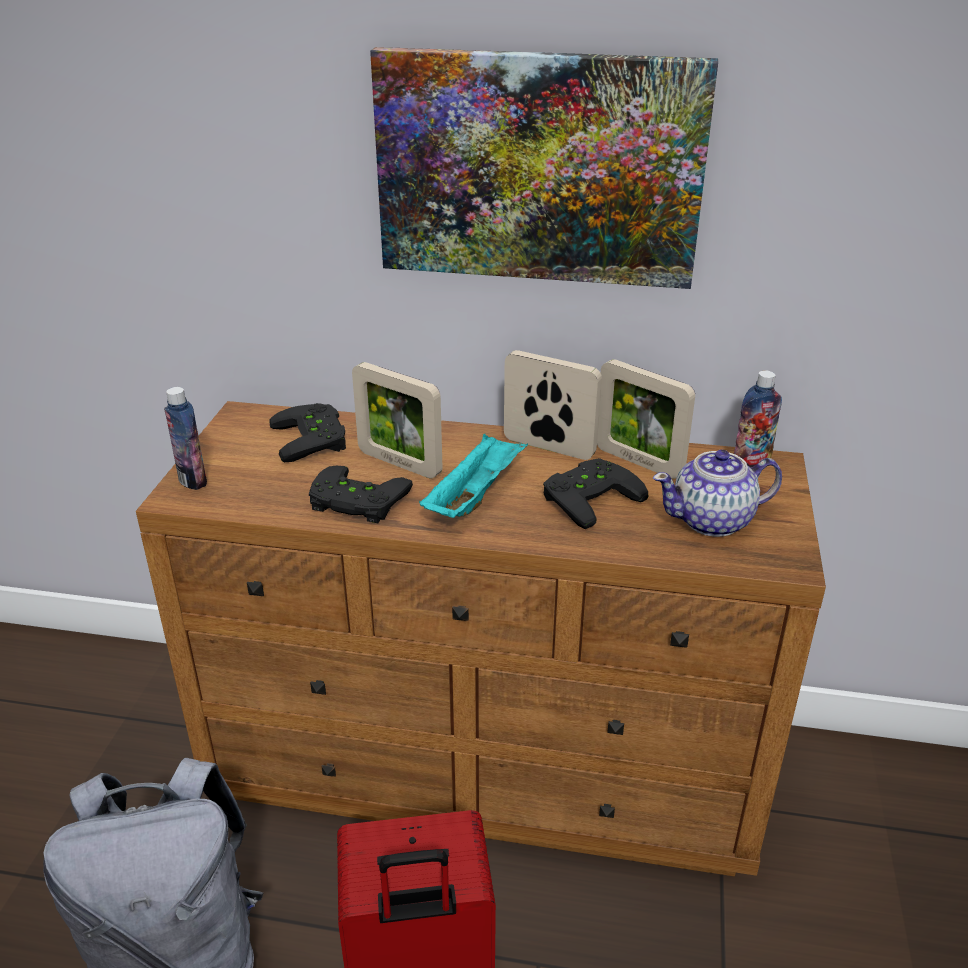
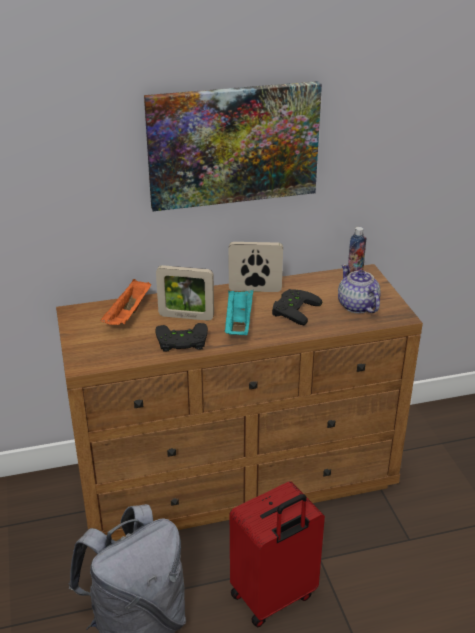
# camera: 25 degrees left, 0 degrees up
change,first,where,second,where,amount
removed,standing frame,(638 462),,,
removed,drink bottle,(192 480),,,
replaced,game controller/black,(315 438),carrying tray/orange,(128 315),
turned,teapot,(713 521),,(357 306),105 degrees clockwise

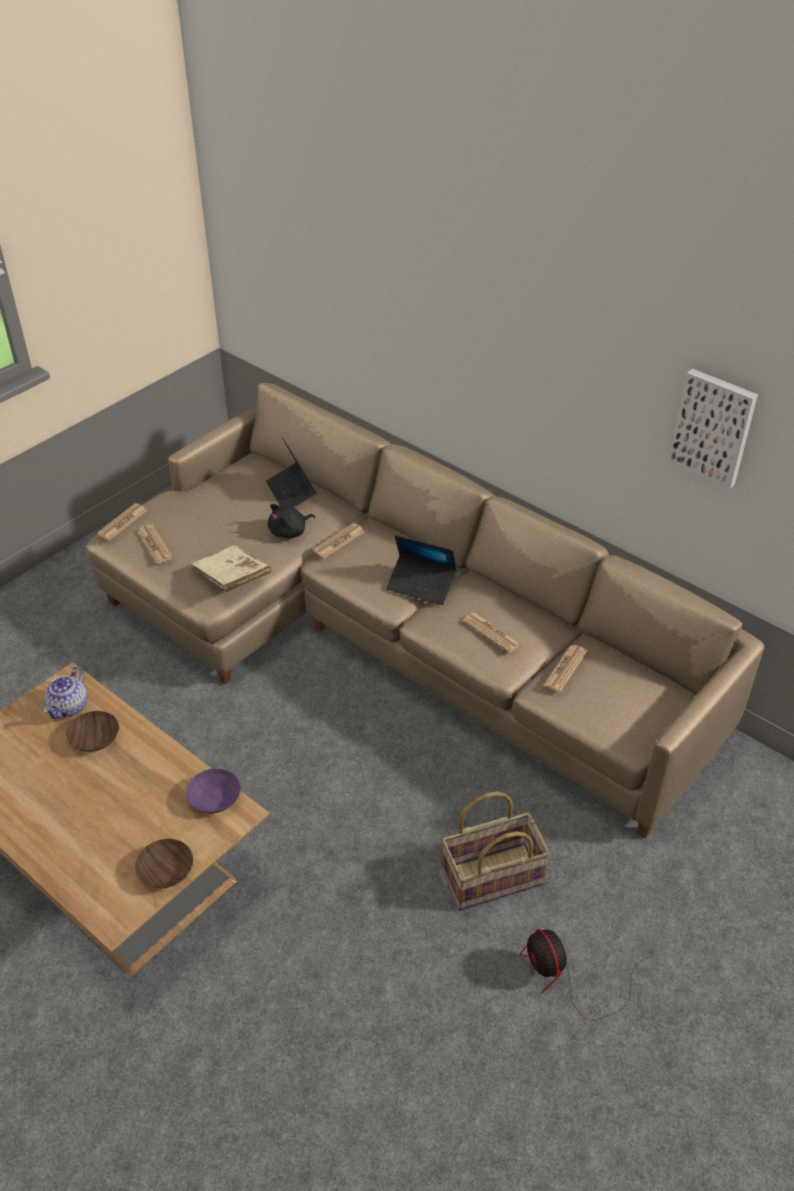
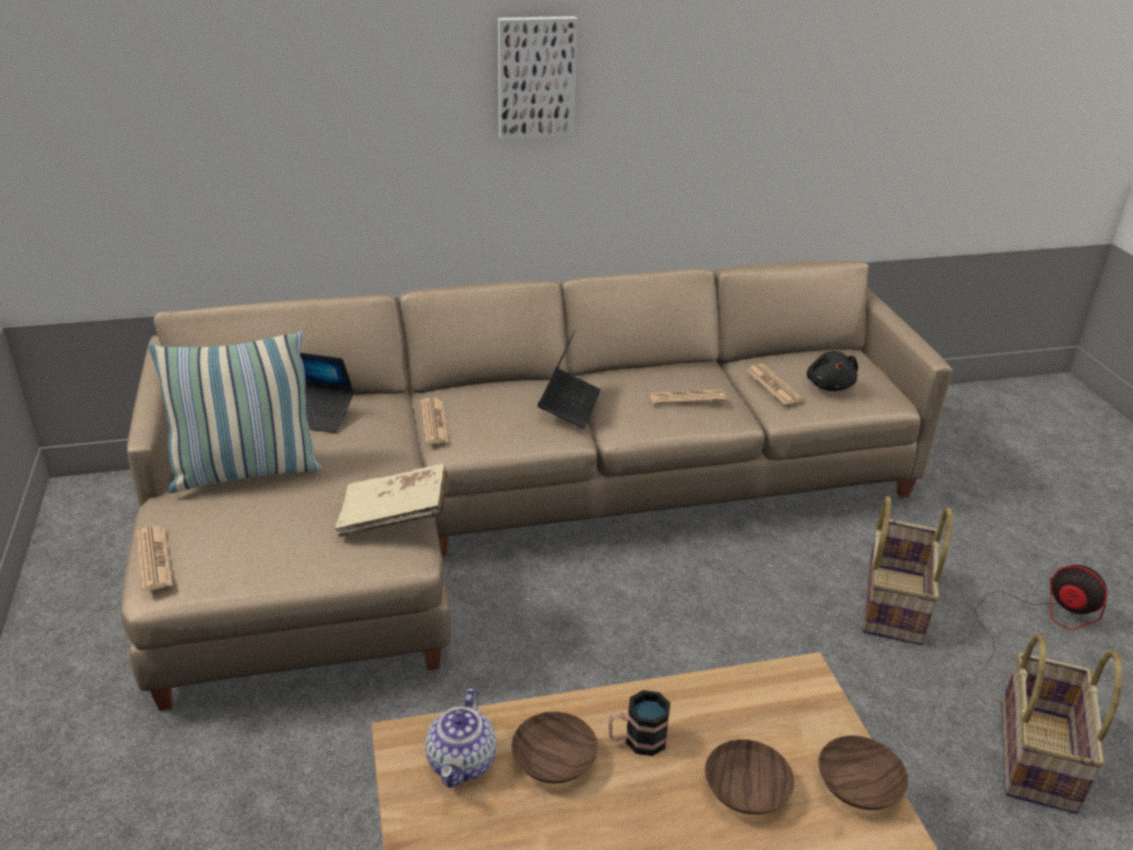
# camera: 55 degrees left, 10 degrees down
change,first,where,second,where,amount
moved,picture,(714 427),,(535 77),
moved,plush toy/black,(290 532),,(829 385),
removed,daily paper,(154 545),,,
turned,notebook computer,(421 585),,(569 405),45 degrees counterclockwise
turned,teapot,(69 707),,(462 763),45 degrees clockwise
removed,deep dish/purple-coloured,(213 797),,,
turned,cooling fan,(567 978),,(1042 617),150 degrees counterclockwise
added,,,cushion,(246 472),
added,,,basket,(1039 757),
added,,,mug,(636 740),
added,,,deep dish/brownish,(746 791),

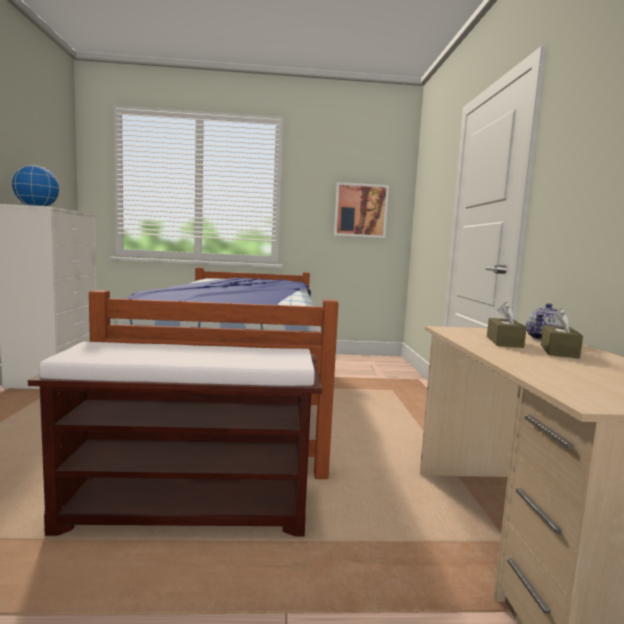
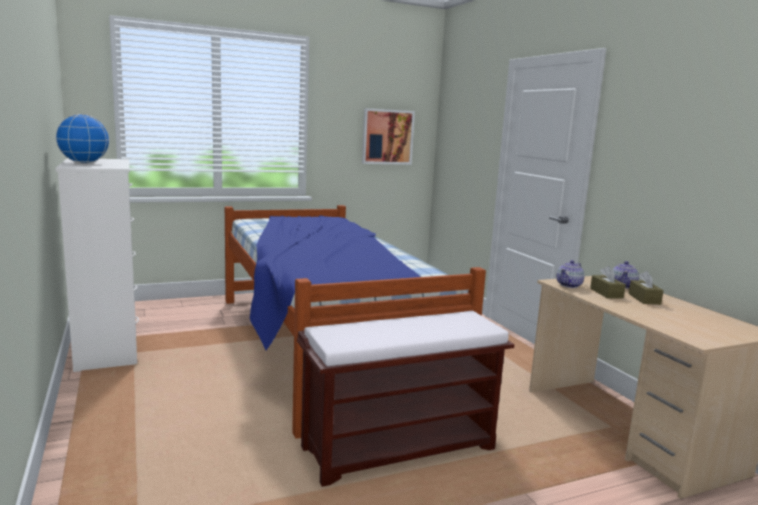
# camera: 20 degrees left, 5 degrees up
change,first,where,second,where,amount
added,,,teapot,(569 285),

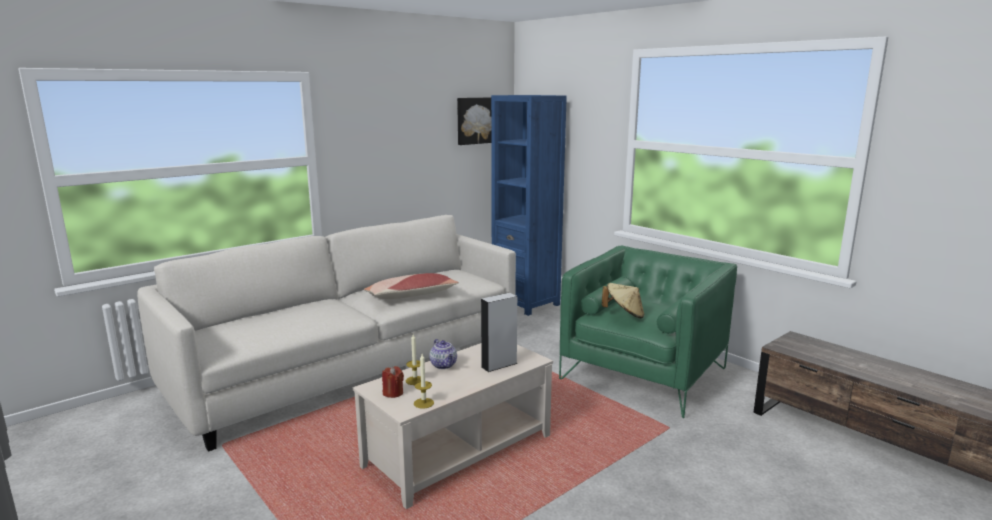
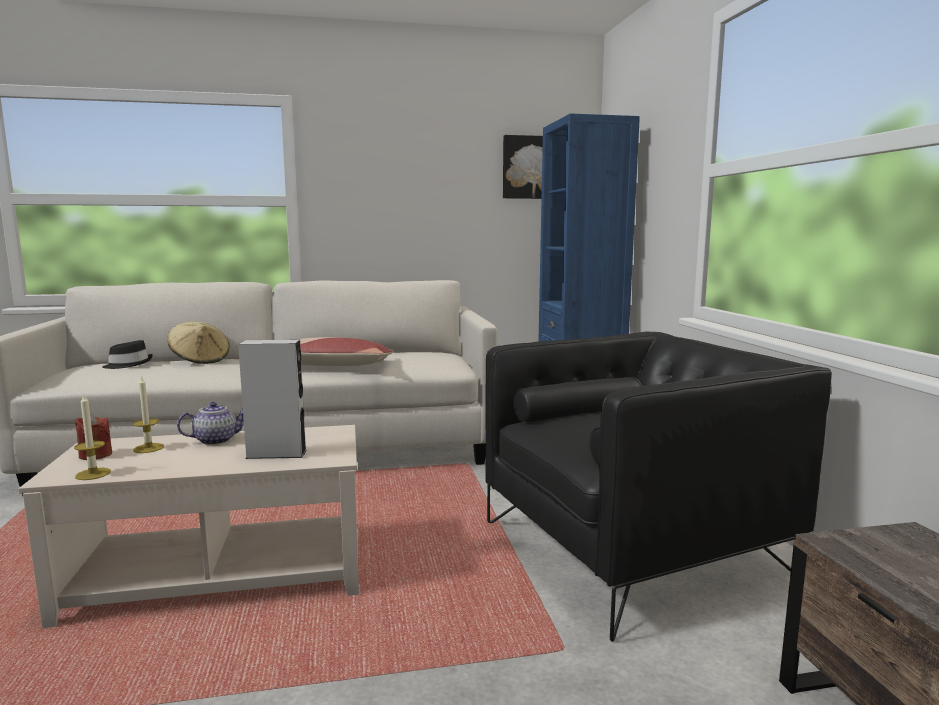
# camera: 30 degrees right, 5 degrees down
change,first,where,second,where,amount
recoloured,armchair/greenish,(644 374),armchair/black,(633 549),
moved,hat/beige,(624 314),,(200 360),
turned,teapot,(444 365),,(216 440),120 degrees counterclockwise
added,,,hat/black,(129 364),

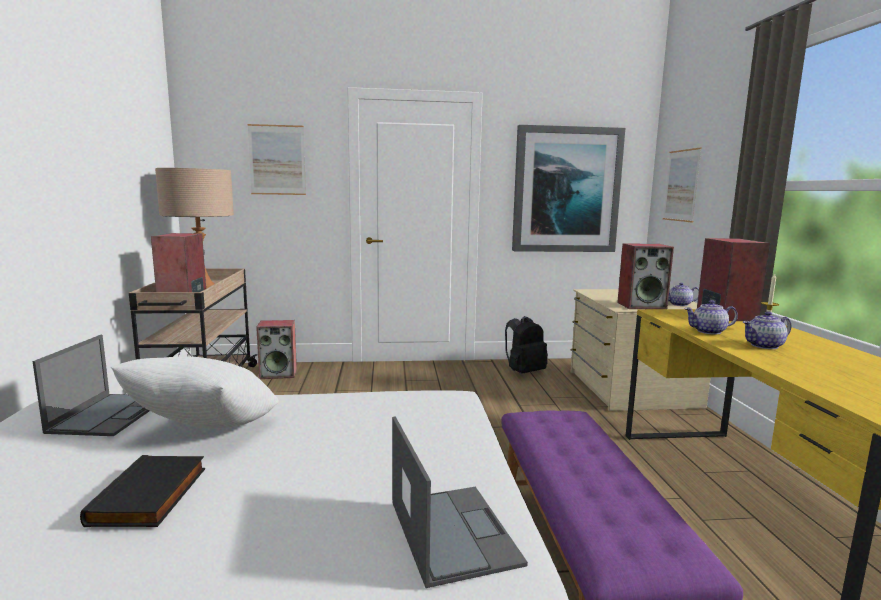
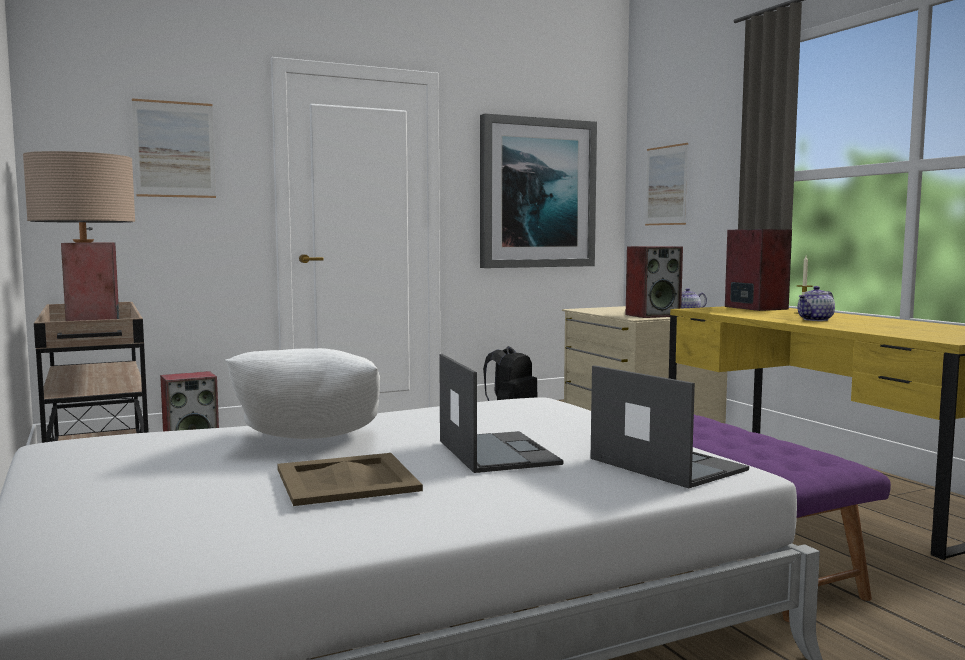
# camera: 20 degrees left, 5 degrees down
change,first,where,second,where,amount
removed,teapot,(708 331),,,
moved,notebook computer,(110 414),,(496 452),
replaced,bound book/black,(151 496),carrying tray/beige,(348 480),

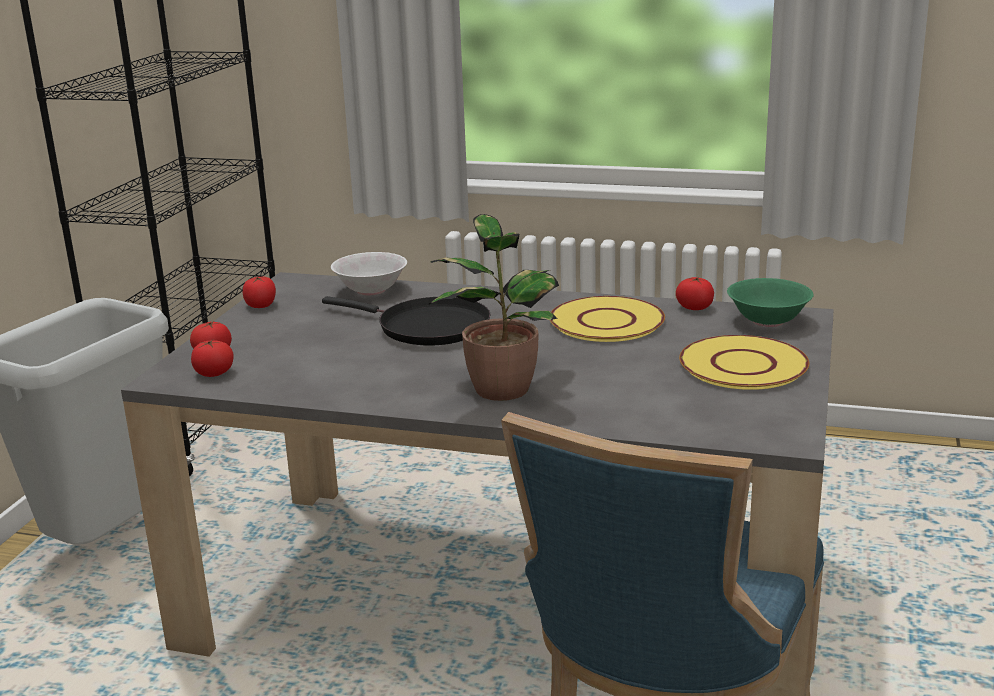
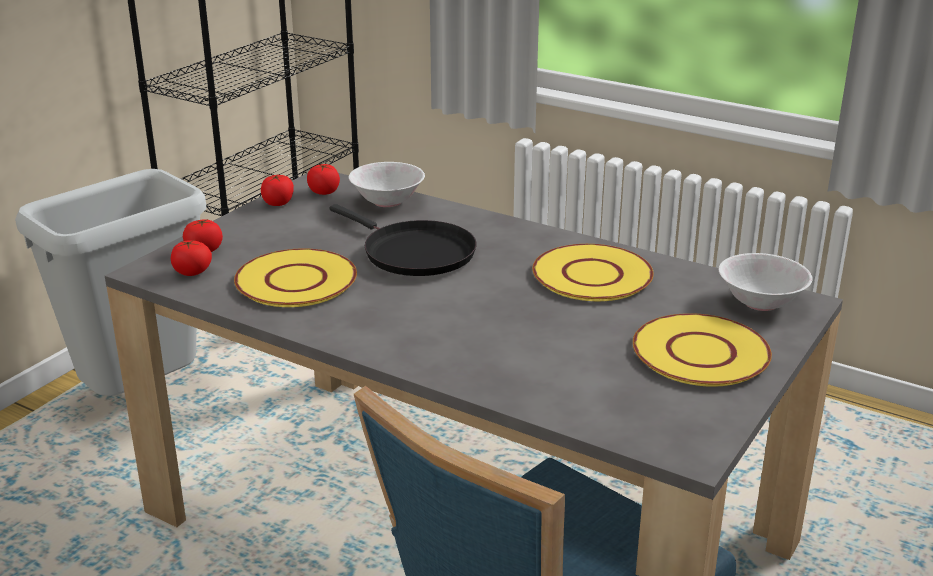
# camera: 15 degrees right, 5 degrees up
change,first,where,second,where,amount
removed,plant in a pot,(500 387),,,
moved,whole tomato,(694 307),,(324 192),
recoloured,deep dish/greenish,(767 321),deep dish/whitish,(760 302),
added,,,dinner plate/yellow-coloured,(295 280),

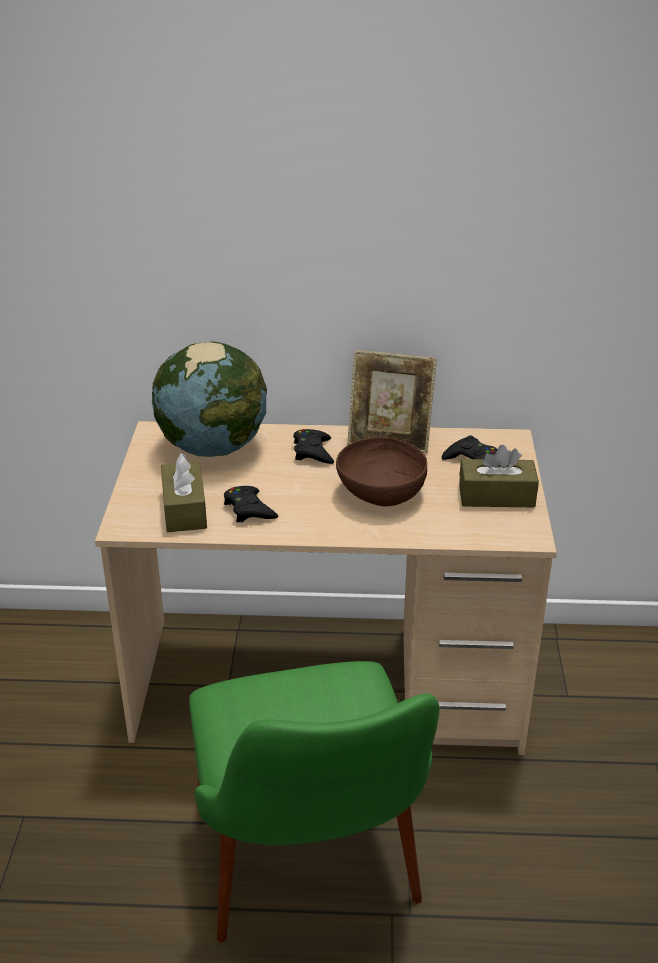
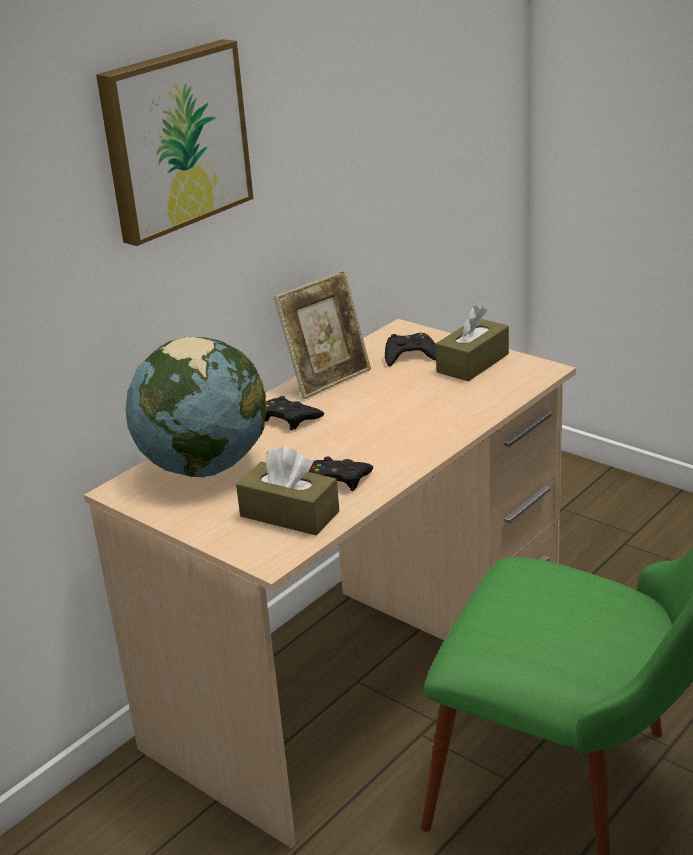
# camera: 50 degrees left, 5 degrees down
change,first,where,second,where,amount
removed,deep dish/brownish,(380 493),,,
added,,,picture,(173 139),

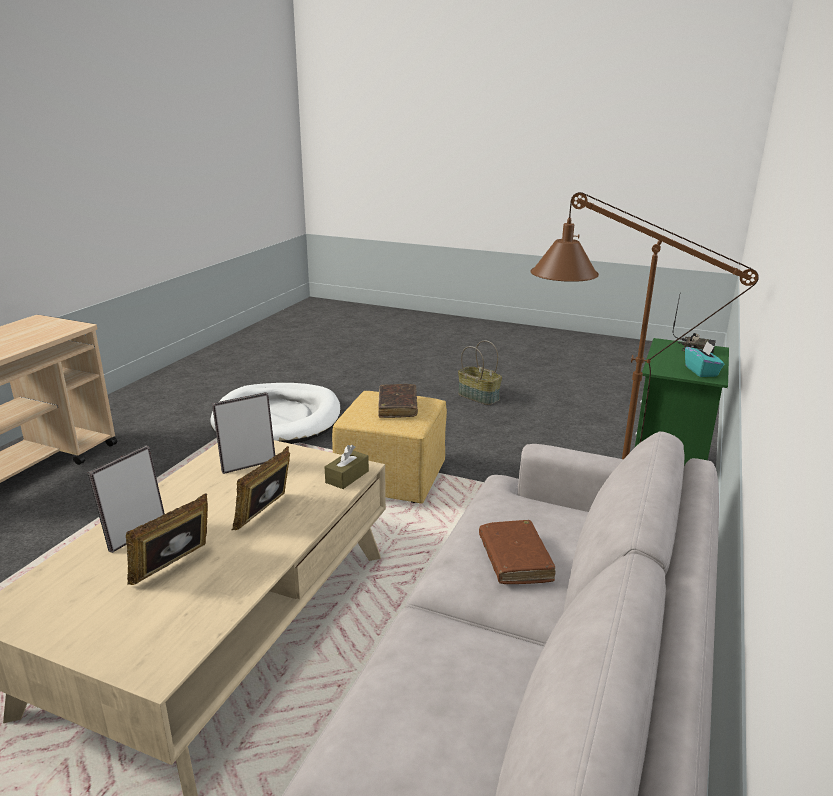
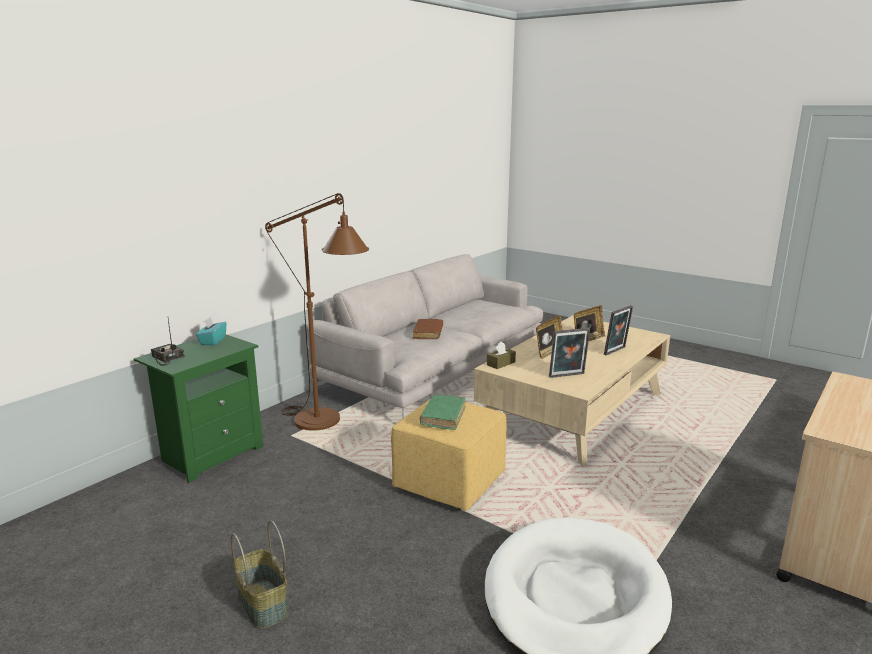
# camera: 165 degrees left, 5 degrees down
change,first,where,second,where,amount
recoloured,bound book/brownish,(397 407),bound book/greenish,(443 417),

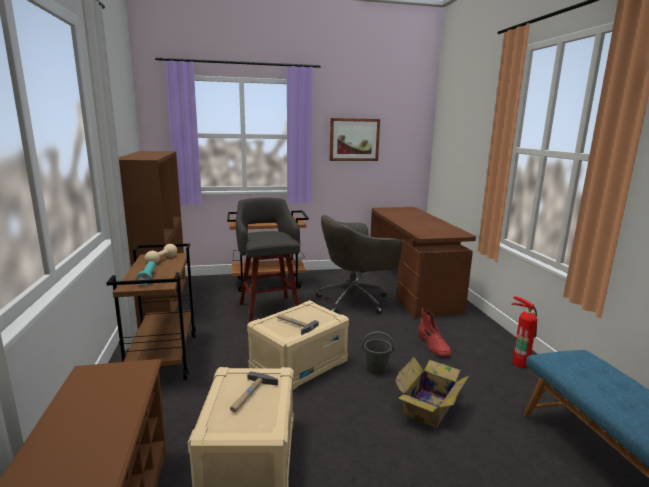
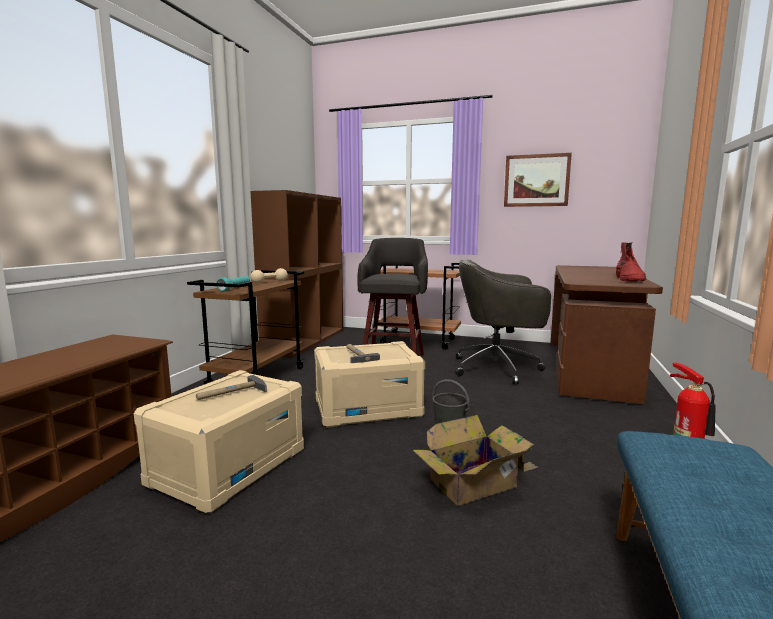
# camera: 30 degrees right, 5 degrees down
change,first,where,second,where,amount
moved,high-top boot/reddish,(433 346),,(629 280),

